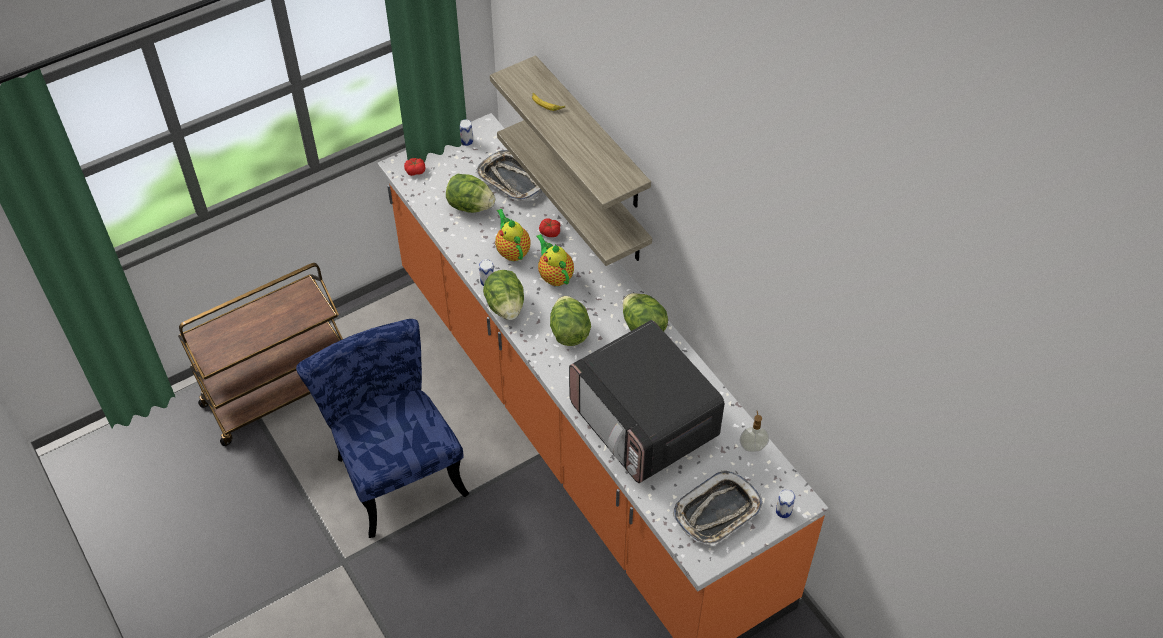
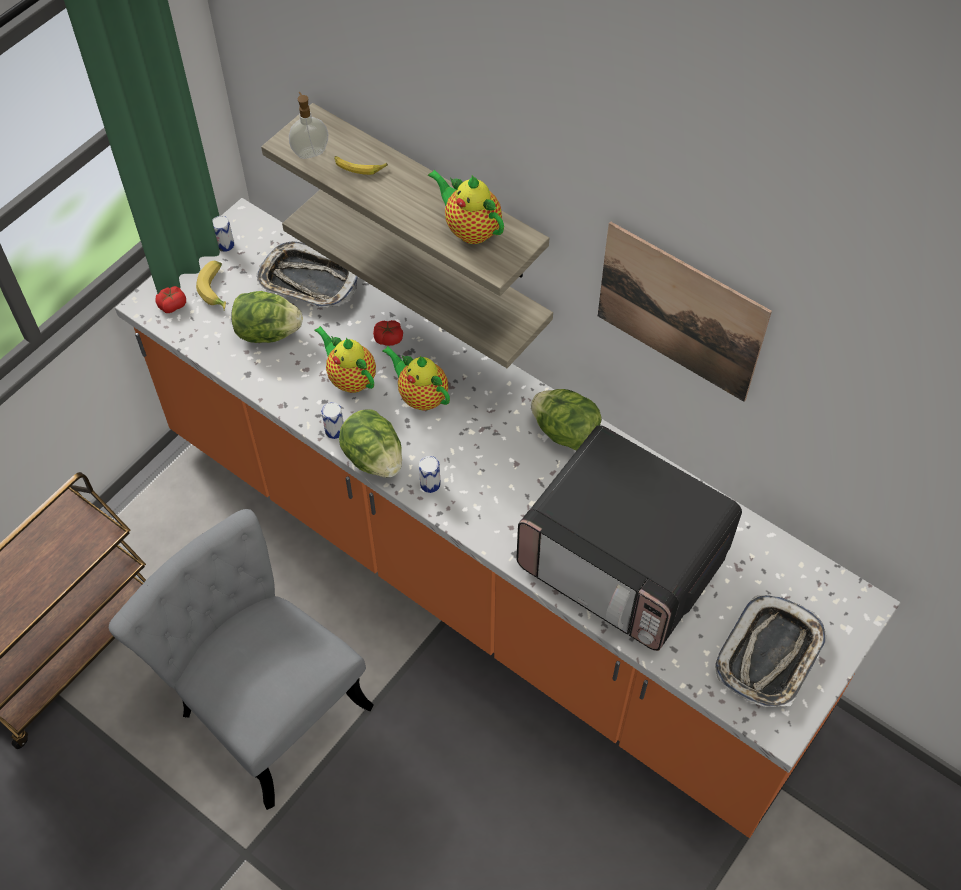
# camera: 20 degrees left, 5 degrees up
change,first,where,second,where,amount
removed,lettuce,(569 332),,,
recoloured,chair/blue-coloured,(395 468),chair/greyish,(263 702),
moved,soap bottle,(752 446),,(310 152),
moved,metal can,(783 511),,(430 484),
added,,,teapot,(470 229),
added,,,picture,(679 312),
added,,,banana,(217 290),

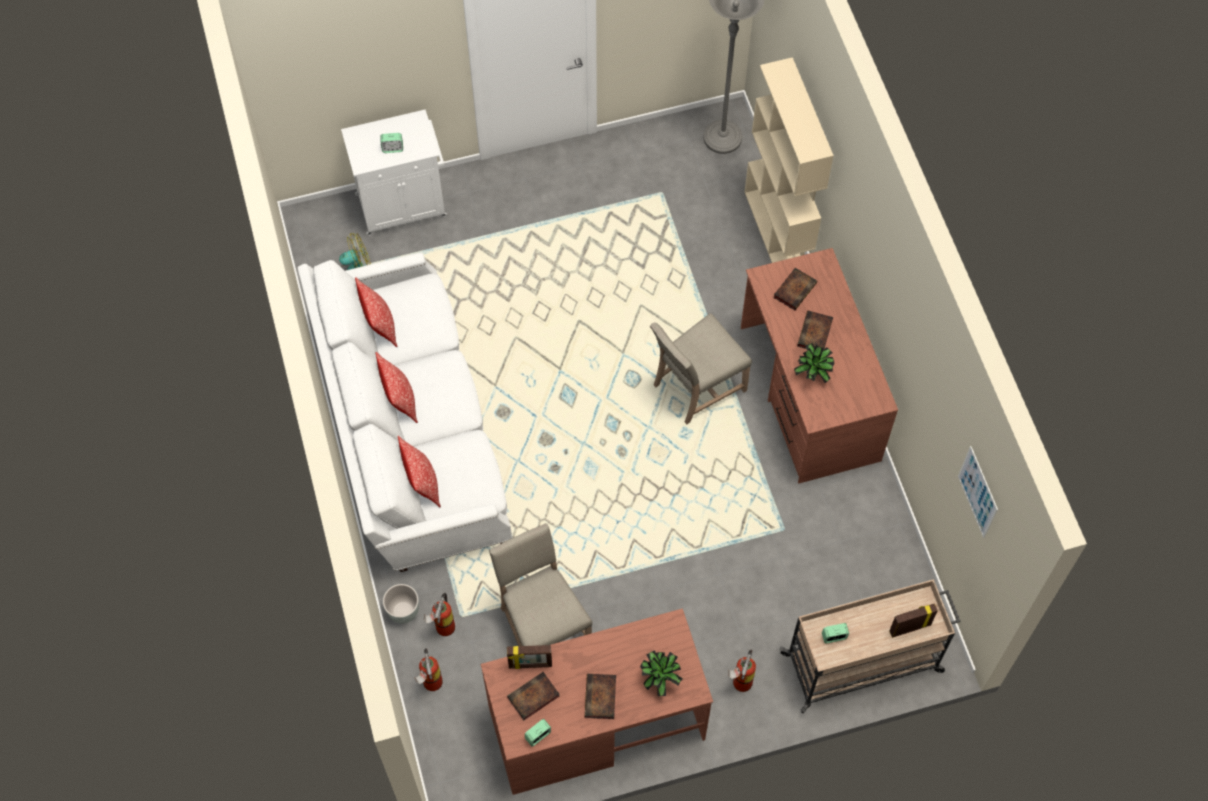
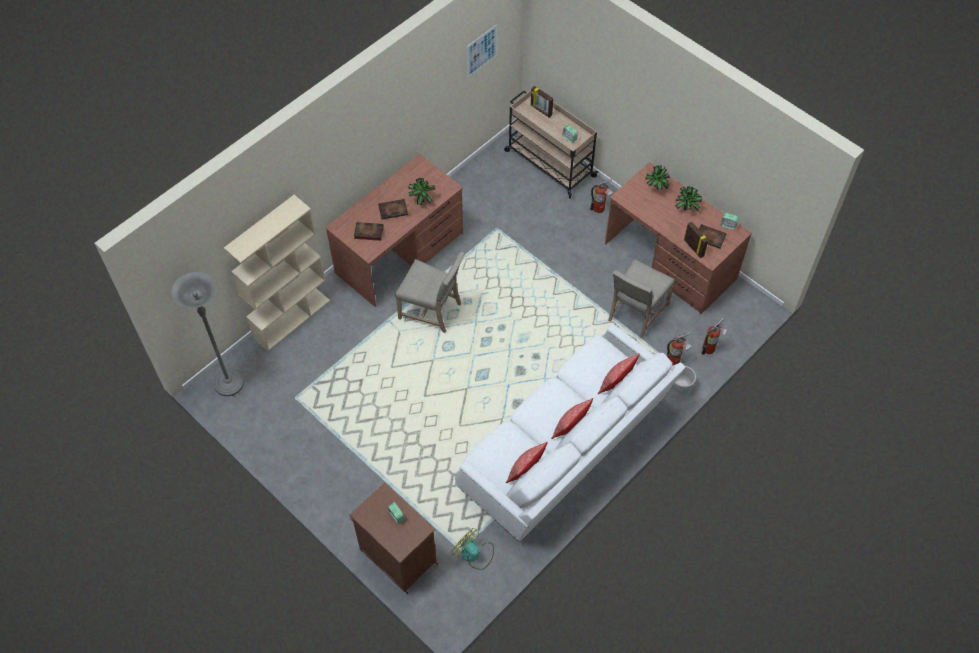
# camera: 120 degrees left, 5 degrees down
change,first,where,second,where,amount
recoloured,cupboard/whitish,(403 205),cupboard/brownish,(397 556),
replaced,bound book,(601 698),plant in a pot,(686 208),

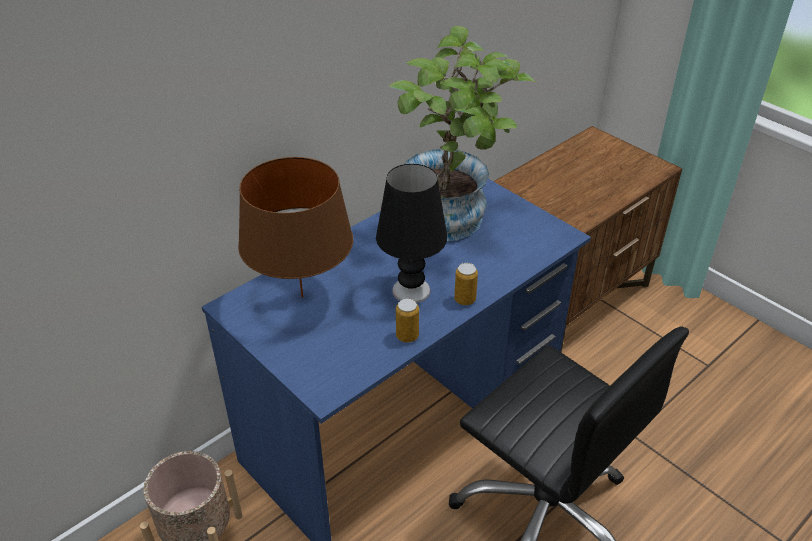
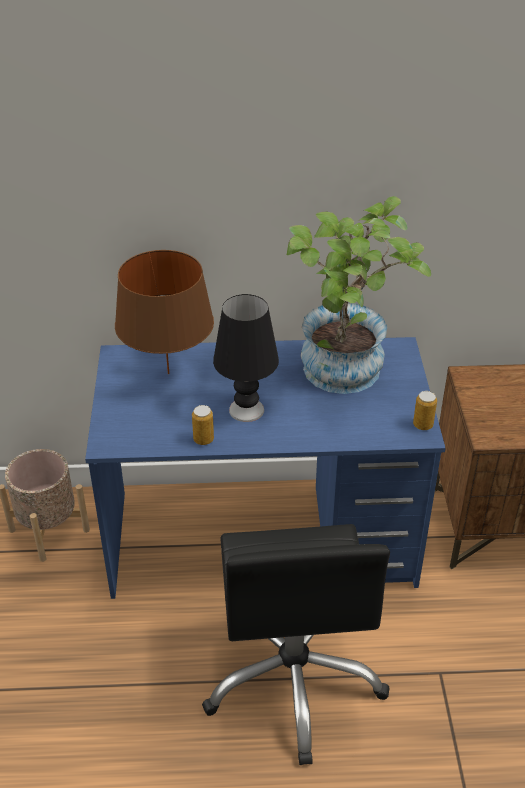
# camera: 40 degrees right, 0 degrees up
change,first,where,second,where,amount
moved,metal can,(465 299),,(423 425),

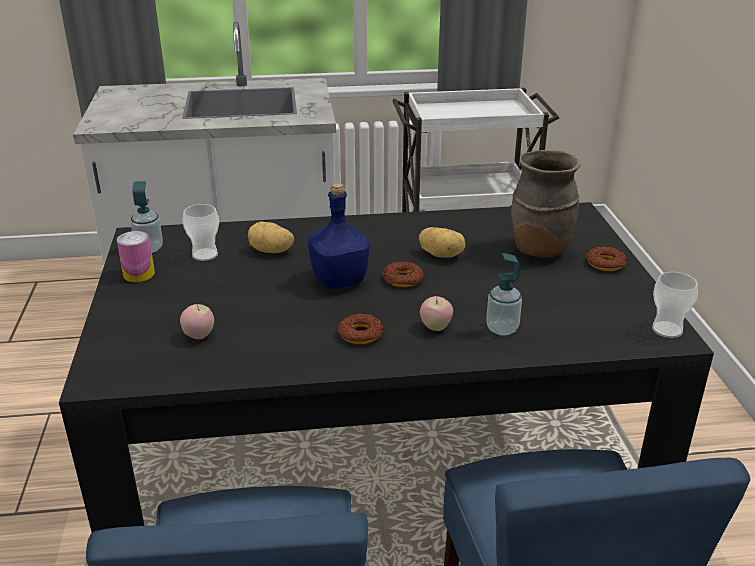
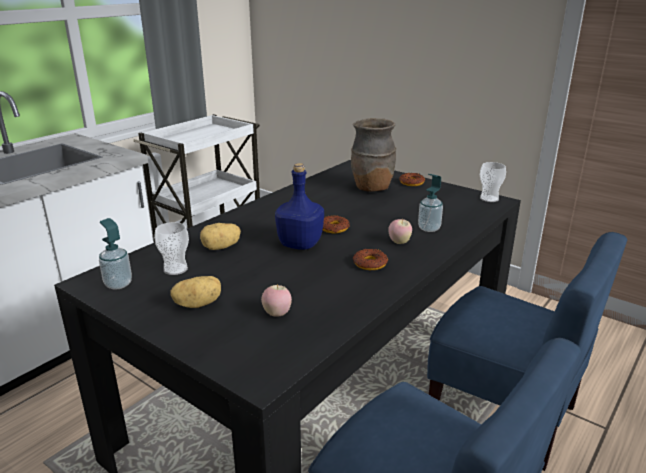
# camera: 45 degrees left, 5 degrees down
change,first,where,second,where,amount
moved,potato,(442 255),,(198 304),
removed,metal can,(139 274),,,

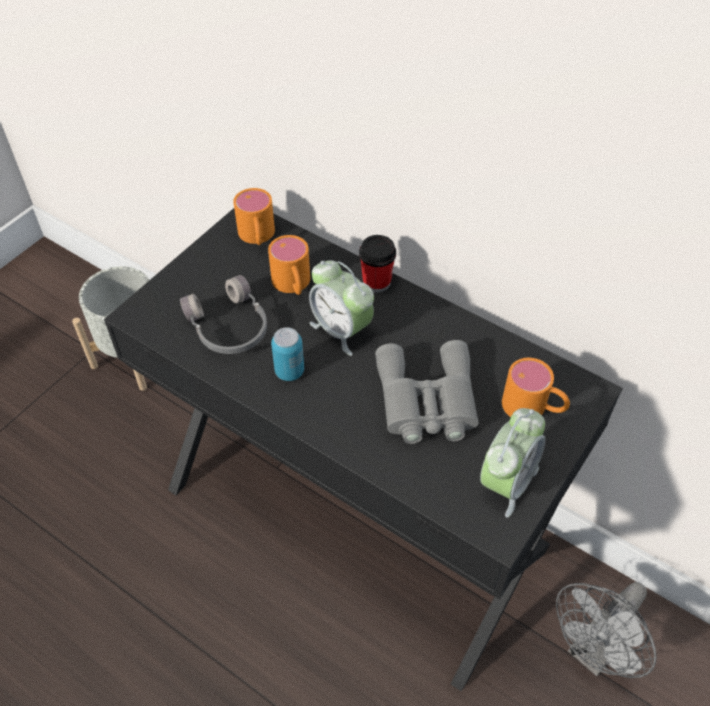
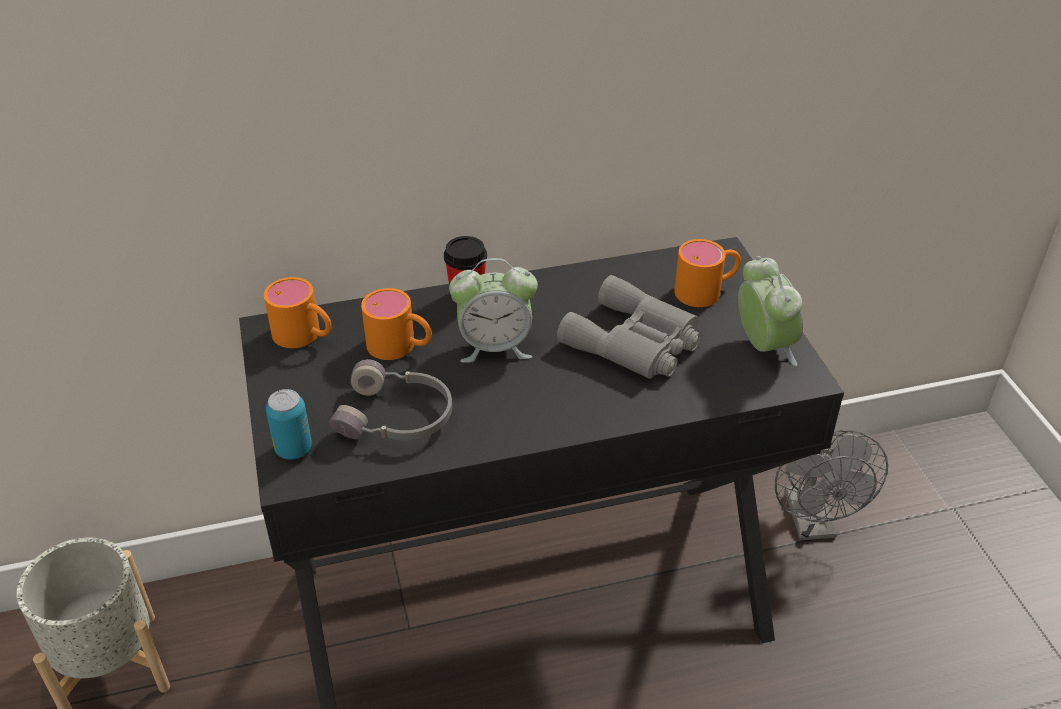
# camera: 50 degrees left, 10 degrees down
change,first,where,second,where,amount
moved,metal can,(289 371),,(293 449),

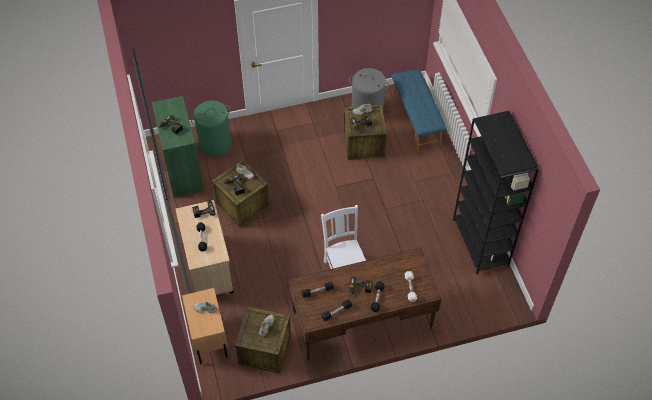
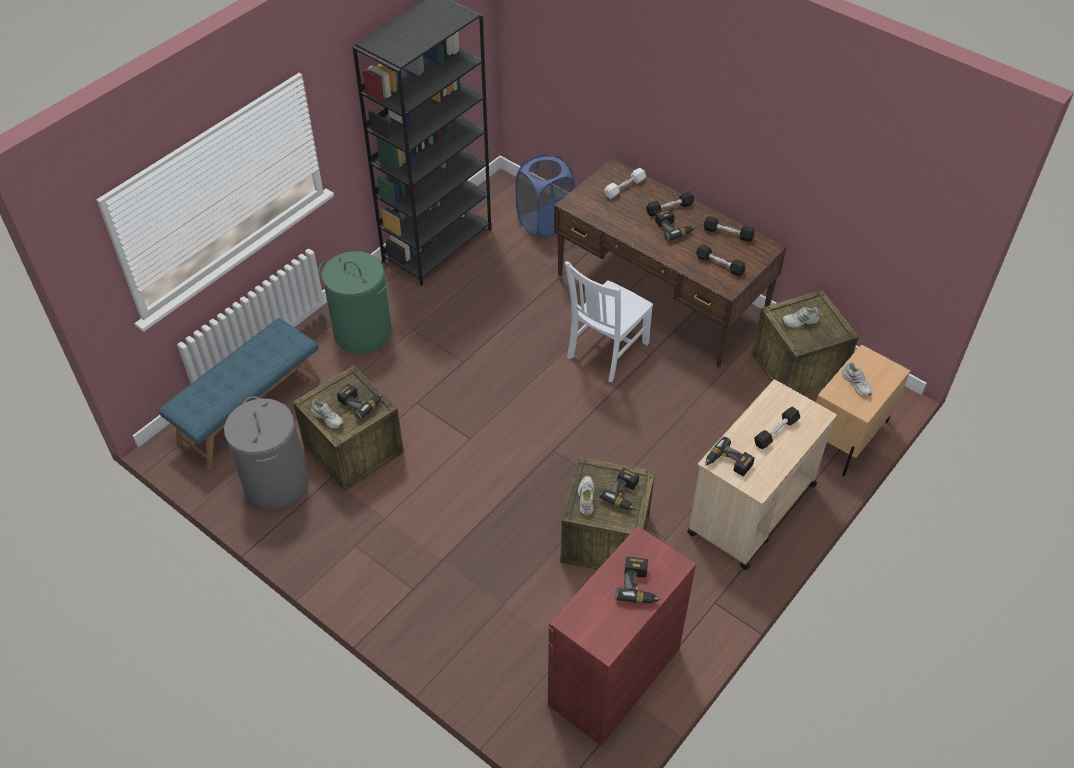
# camera: 125 degrees left, 5 degrees down
change,first,where,second,where,amount
recoloured,cupboard/greenish,(183 170),cupboard/reddish,(614 676),
moved,washing basket/greenish,(215 144),,(362 333),
added,,,washing basket/blue-coloured,(545 222),

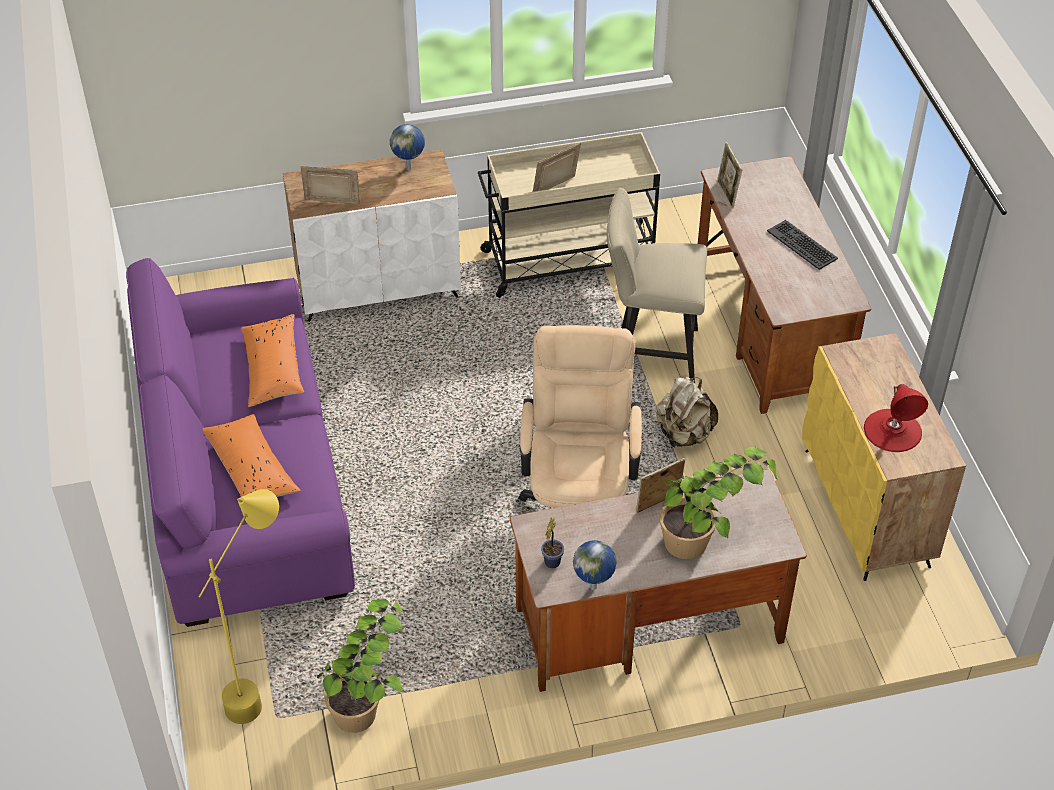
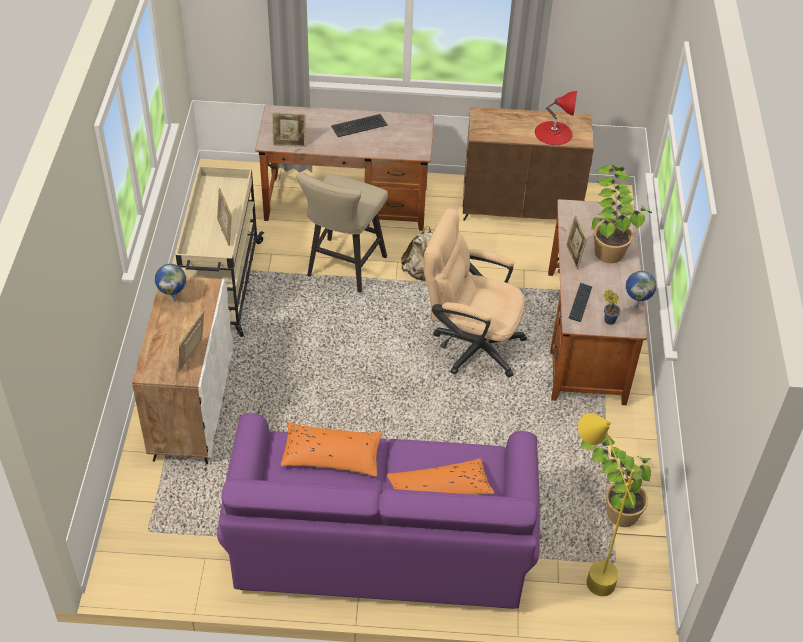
# camera: 75 degrees left, 0 degrees up
change,first,where,second,where,amount
recoloured,cupboard/yellow-coloured,(867 508),cupboard/brownish,(521 208),
added,,,PC keyboard,(580 302),

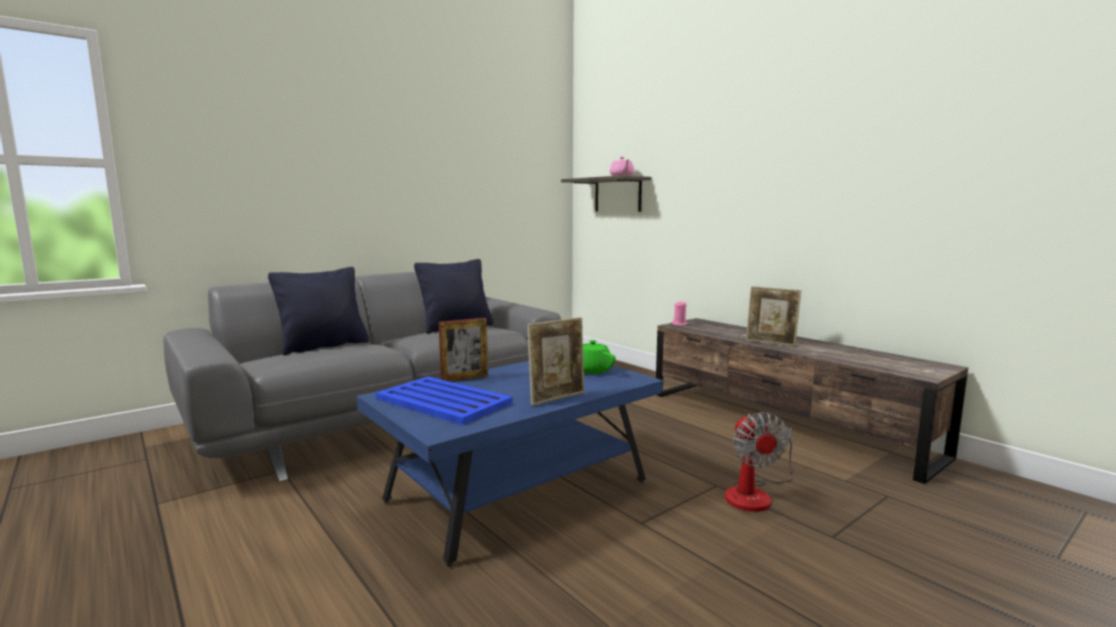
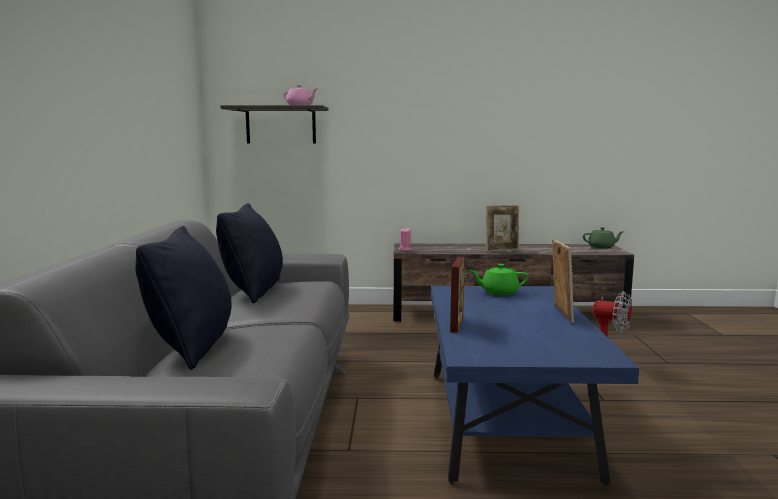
# camera: 50 degrees left, 0 degrees up
change,first,where,second,where,amount
removed,carrying tray/blue-coloured,(444 401),,,
added,,,teapot/greenish,(602 247),

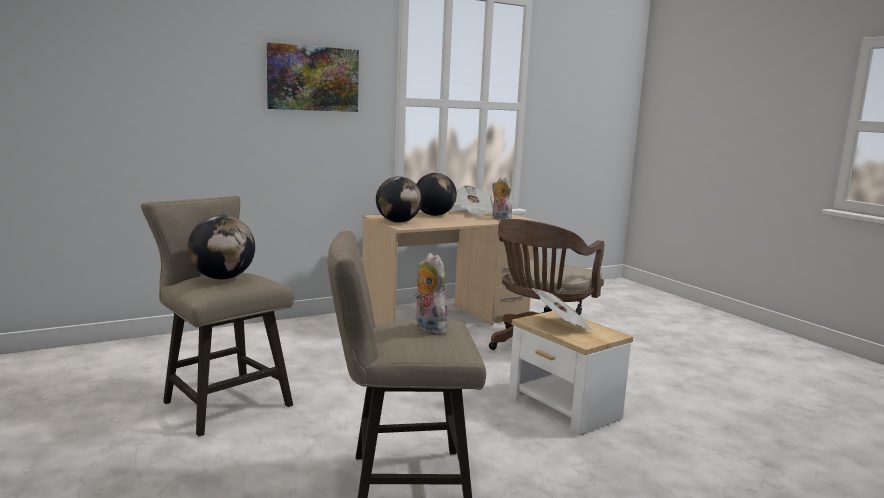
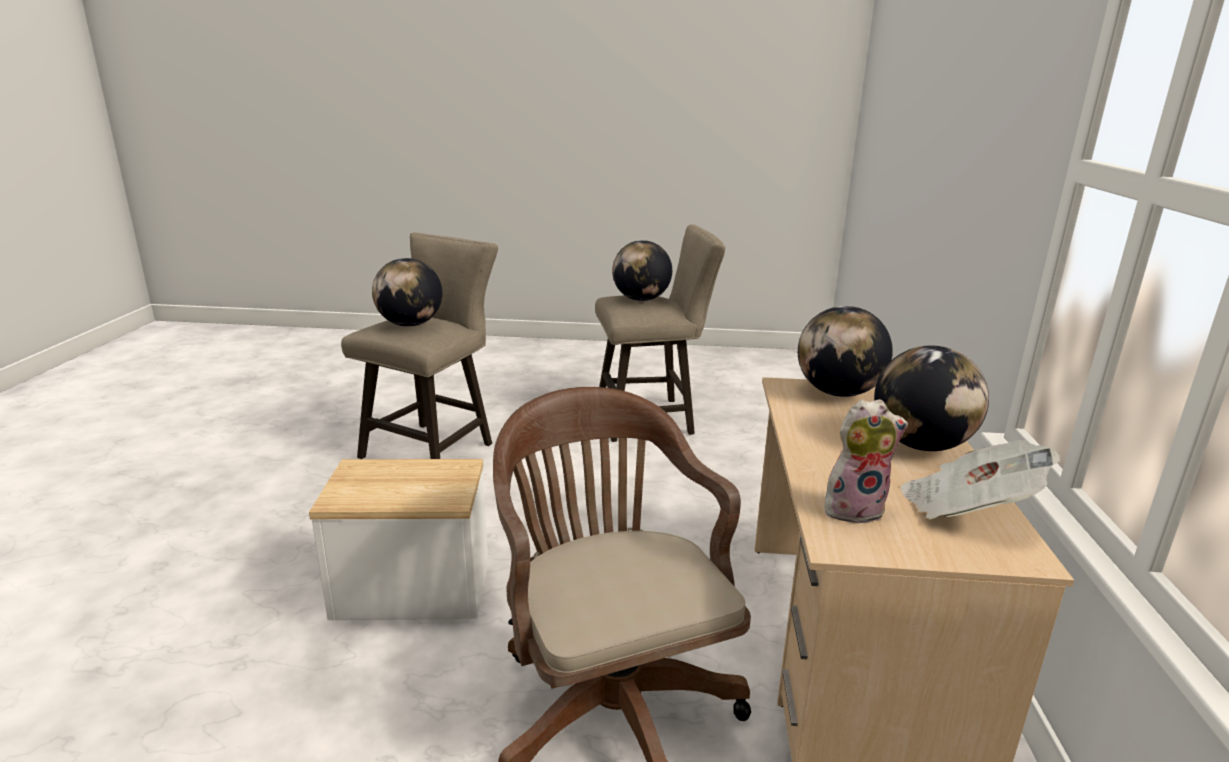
# camera: 125 degrees right, 10 degrees up
change,first,where,second,where,amount
removed,picture,(313 78),,,
replaced,plush toy,(428 329),world globe,(410 324),
removed,daily paper,(562 326),,,

